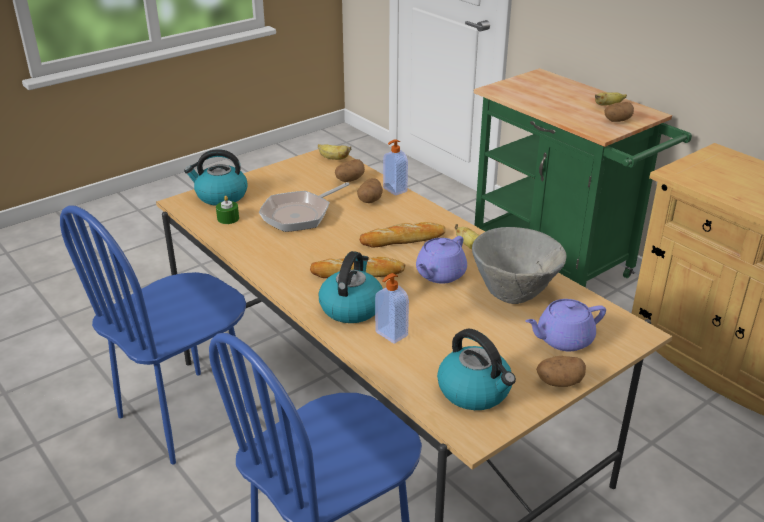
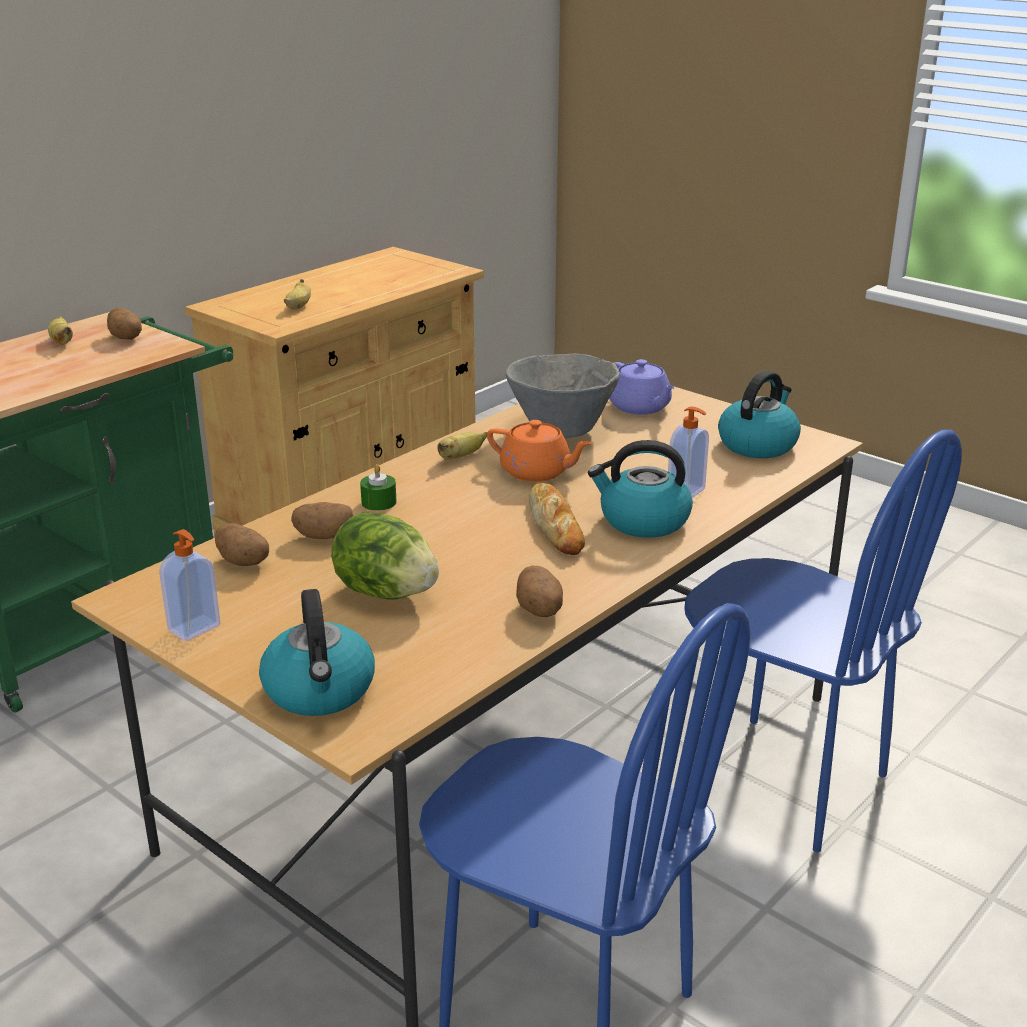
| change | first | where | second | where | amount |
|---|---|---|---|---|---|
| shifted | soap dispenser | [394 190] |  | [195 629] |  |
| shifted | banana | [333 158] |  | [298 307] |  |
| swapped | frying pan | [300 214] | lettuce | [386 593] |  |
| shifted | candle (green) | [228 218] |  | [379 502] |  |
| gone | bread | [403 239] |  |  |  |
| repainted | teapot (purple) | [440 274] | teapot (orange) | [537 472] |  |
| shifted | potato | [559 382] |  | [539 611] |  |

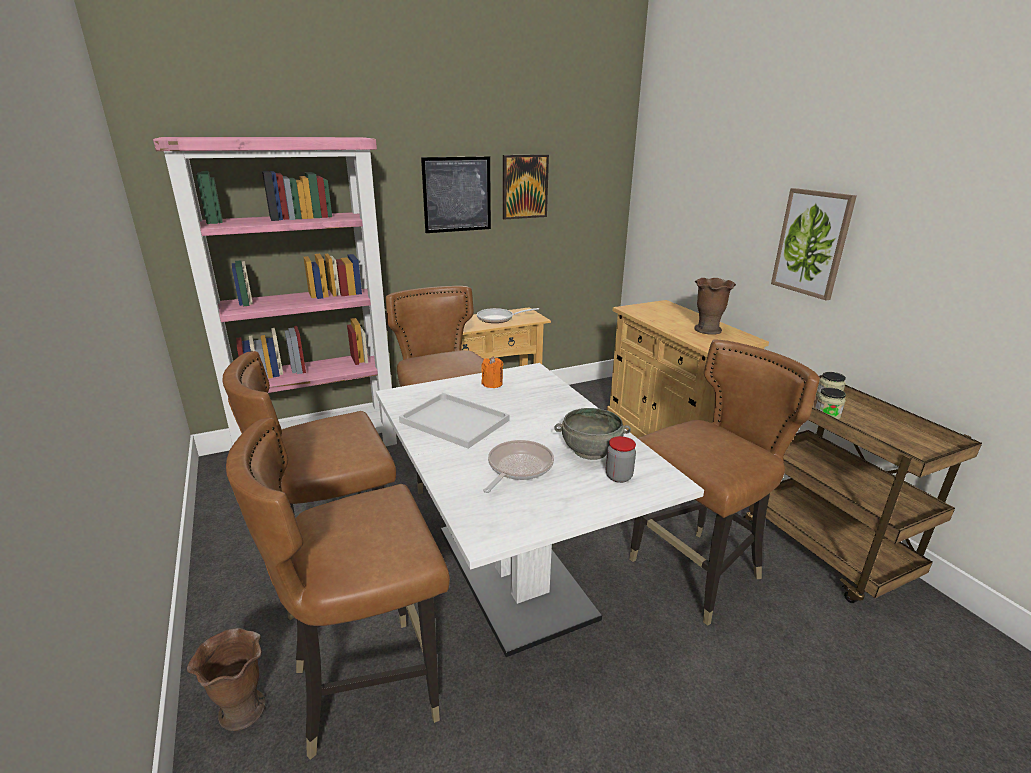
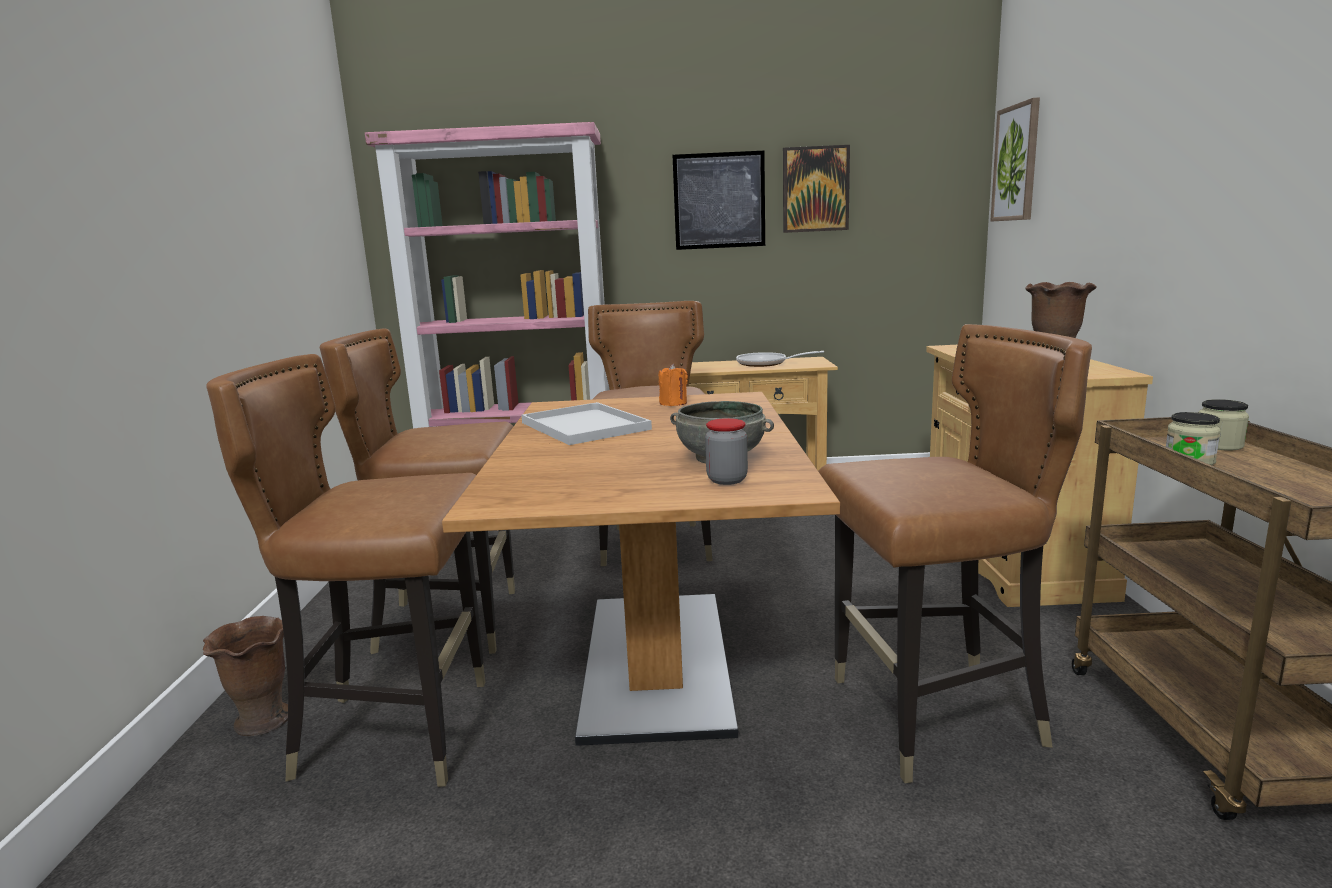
| change | first | where | second | where | amount |
|---|---|---|---|---|---|
| shifted | picture | [812 243] |  | [1016 163] |  |
| repainted | dining table (white) | [513 572] | dining table (brown) | [656 661] |  |
| gone | frying pan | [518 467] |  |  |  |

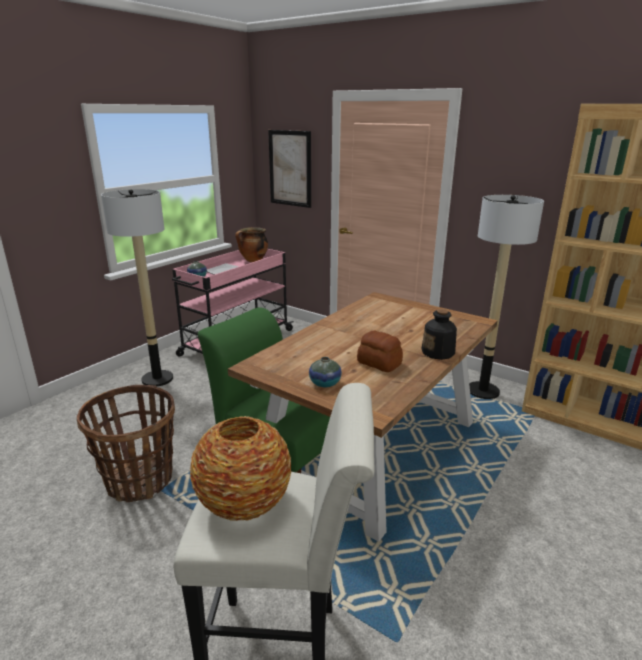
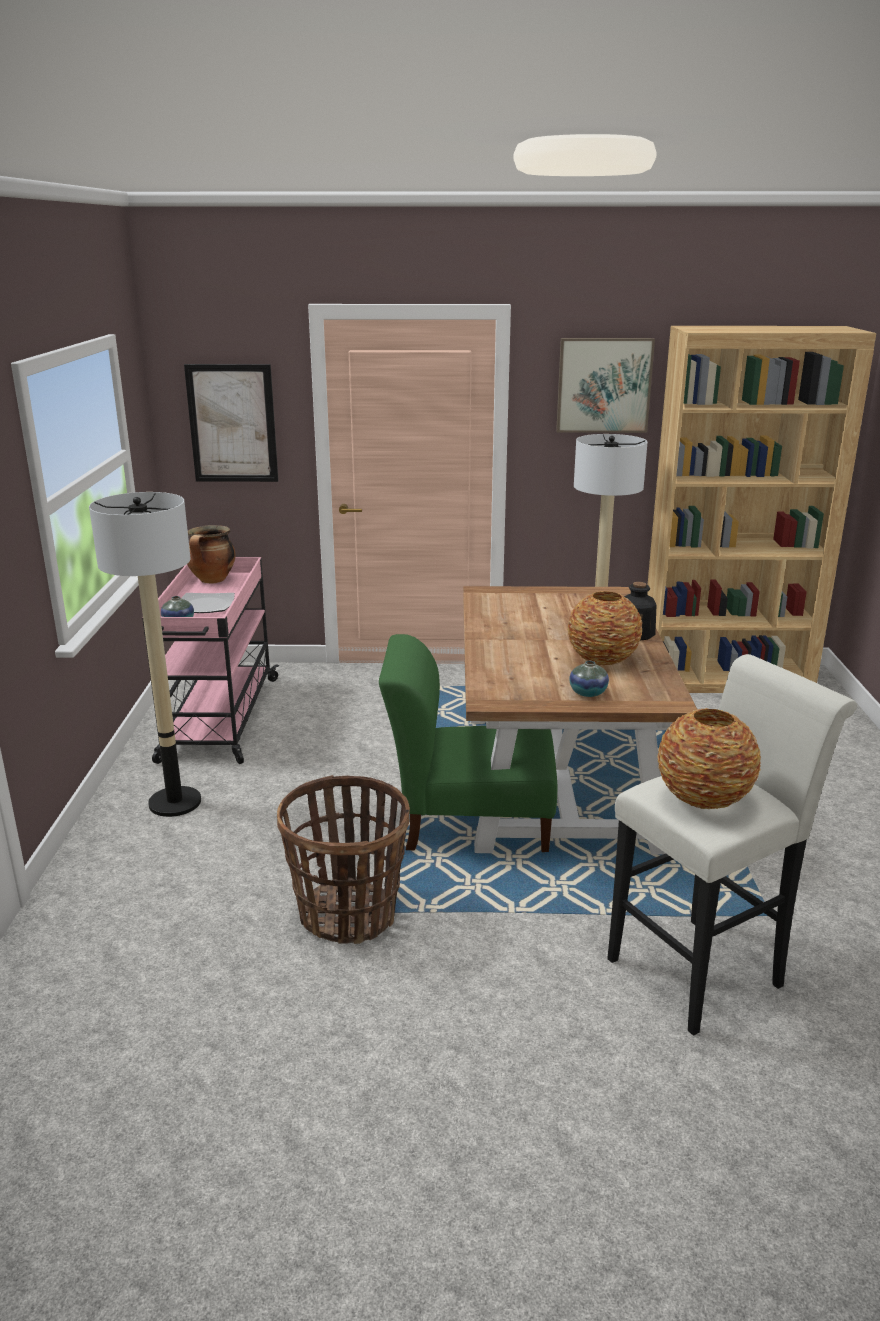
| change | first | where | second | where | amount |
|---|---|---|---|---|---|
| swapped | bread | [379 363] | vase | [603 660] |  |
| new |  |  | picture | [604 385] |  |

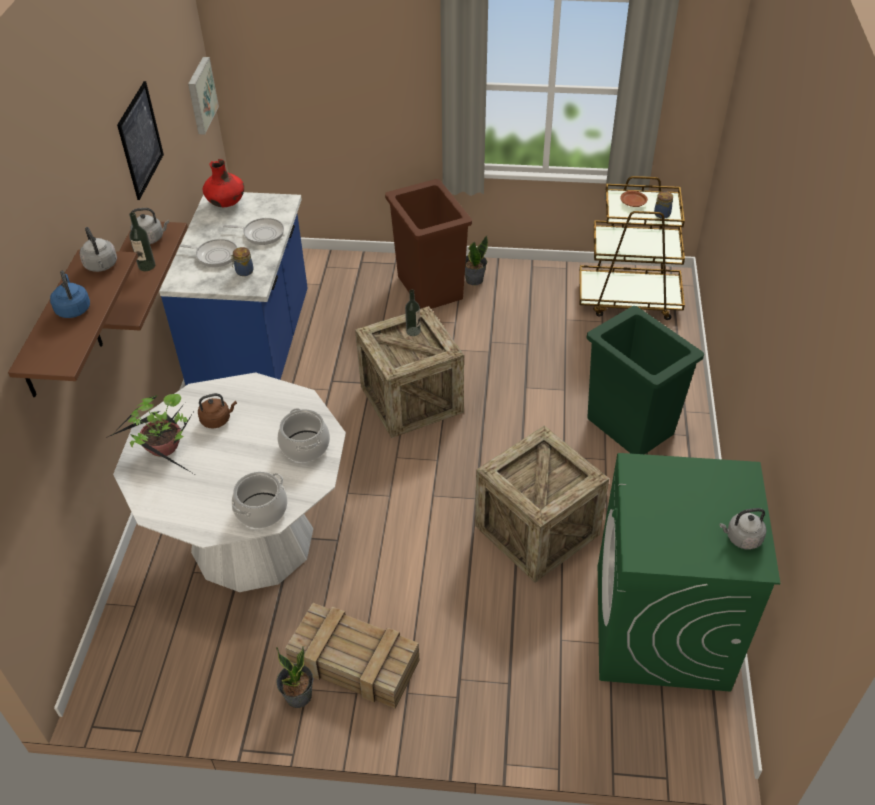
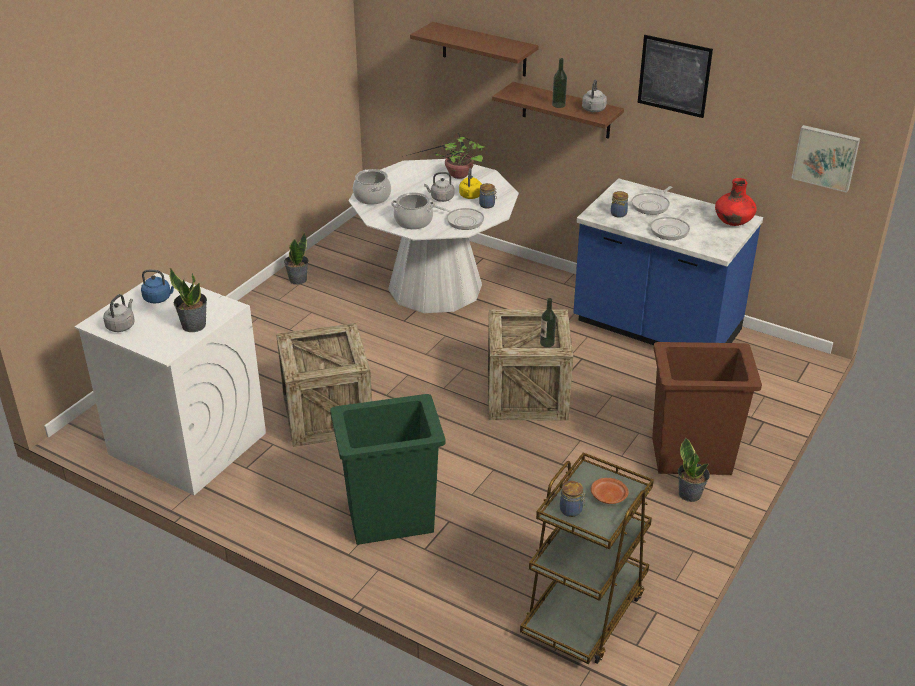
| change | first | where | second | where | amount |
|---|---|---|---|---|---|
| shifted | kettle (grey) | [101 266] |  | [441 198] |  |
| shifted | kettle (blue) | [73 308] |  | [159 298] |  |
| repainted | kettle (brown) | [217 420] | kettle (yellow) | [470 196] |  |
| repainted | washing machine (green) | [661 627] | washing machine (white) | [186 443] |  |
| gone | crate | [352 662] |  |  |  |
| new |  |  | jar | [487 205] |  |
| new |  |  | frying pan | [463 220] |  |
| new |  |  | potted plant | [194 325] |  |

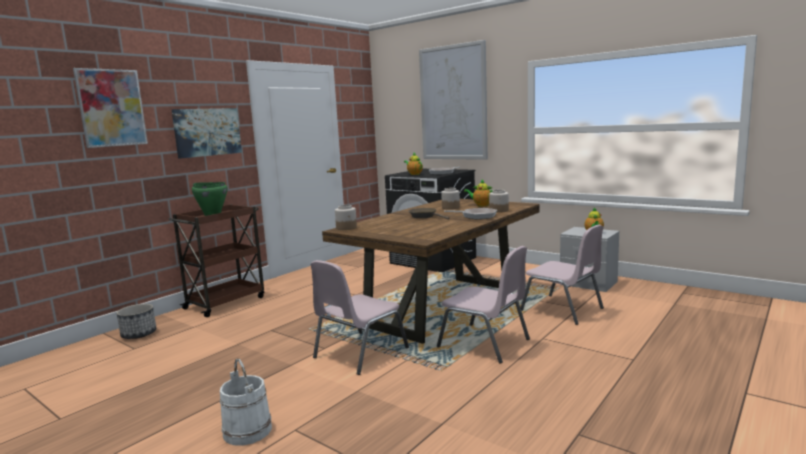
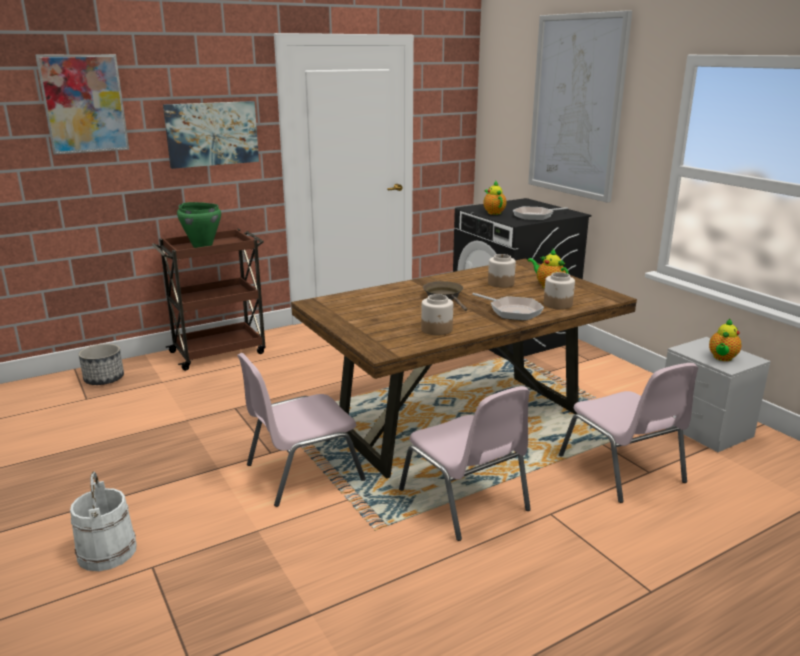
| change | first | where | second | where | amount |
|---|---|---|---|---|---|
| shifted | jar | [346 228] |  | [437 329] |  |

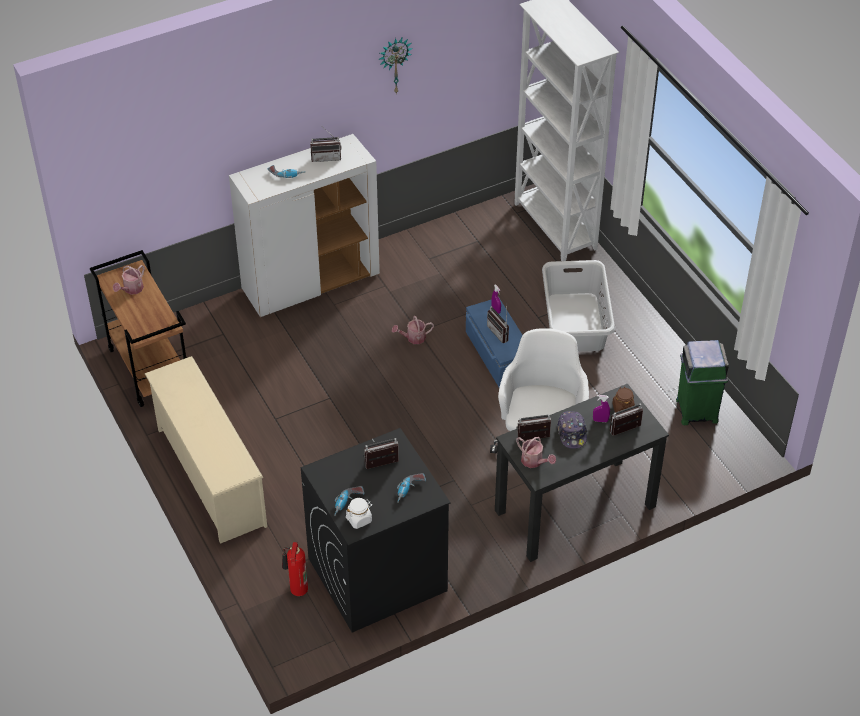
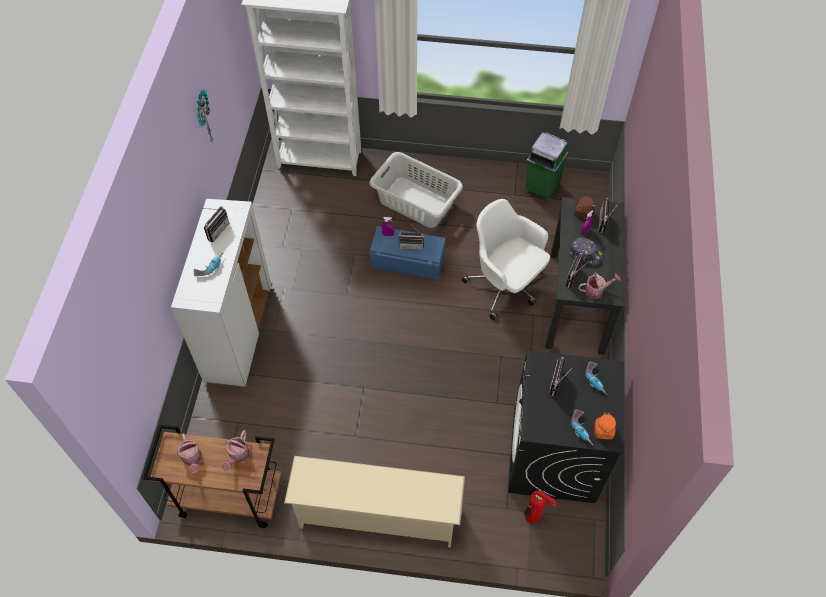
| change | first | where | second | where | amount |
|---|---|---|---|---|---|
| shifted | watering can | [413 338] |  | [238 456] |  |
| repainted | jar (white) | [359 519] | jar (orange) | [603 430] |  |

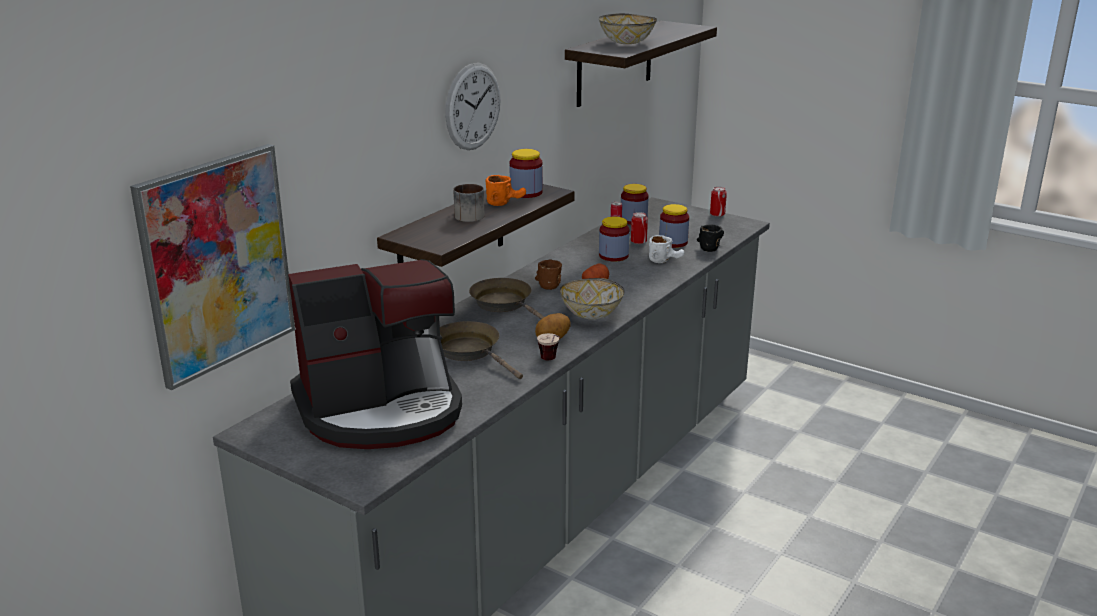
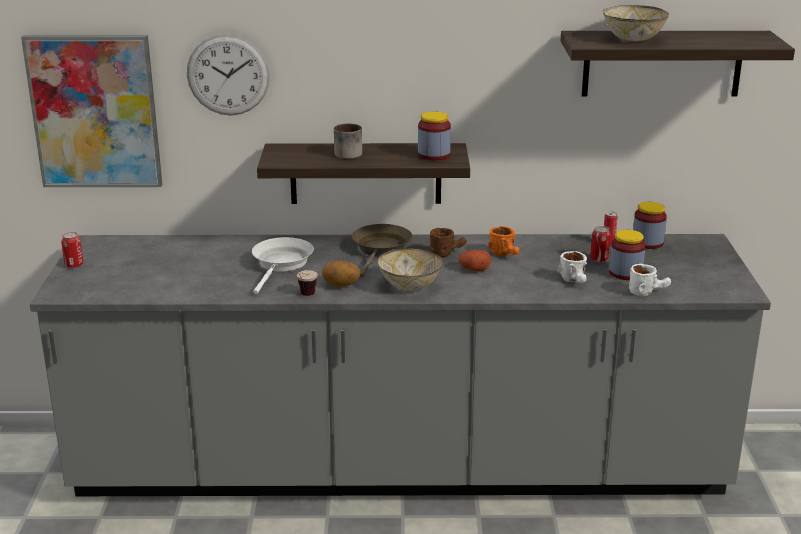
| change | first | where | second | where | amount |
|---|---|---|---|---|---|
| shifted | wall clock | [473 106] |  | [228 75] |  |
| shifted | mug (orange) | [506 202] |  | [506 255] |  |
| shifted | can | [717 214] |  | [74 265] |  |
| gone | jar | [613 256] |  |  |  |
| repainted | mug (black) | [711 246] | mug (white) | [648 292] |  |
| gone | coffee machine | [381 409] |  |  |  |
| repainted | frying pan (brown) | [470 351] | frying pan (white) | [281 264] |  |

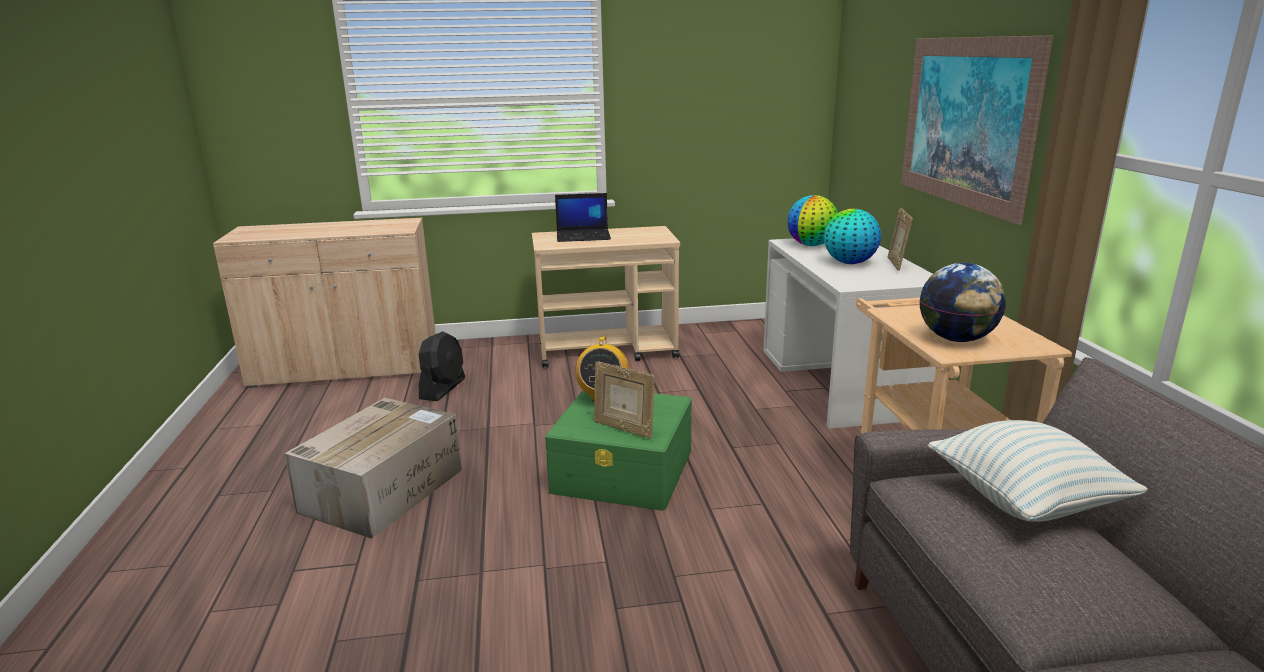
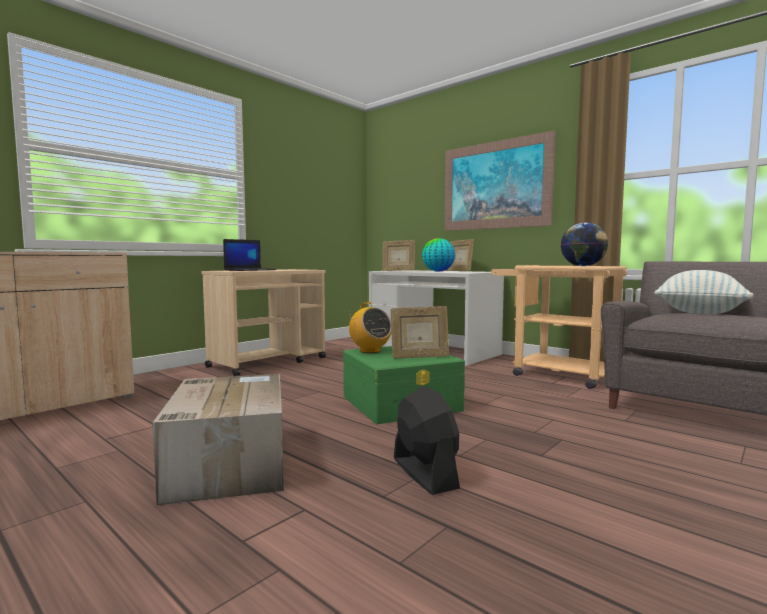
| change | first | where | second | where | amount |
|---|---|---|---|---|---|
| swapped | globe | [811 245] | picture frame | [398 270] |  |
| shifted | fan (black) | [443 388] |  | [424 473] |  |

